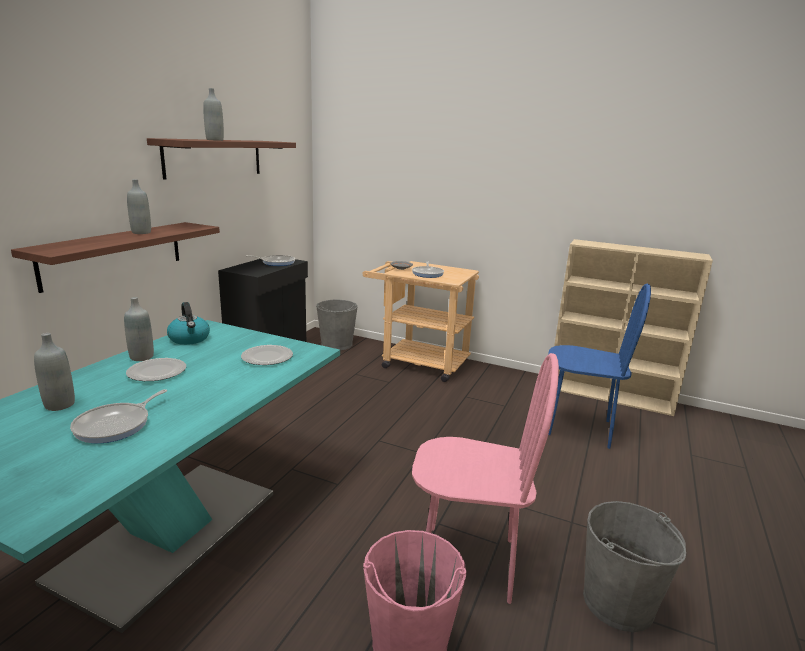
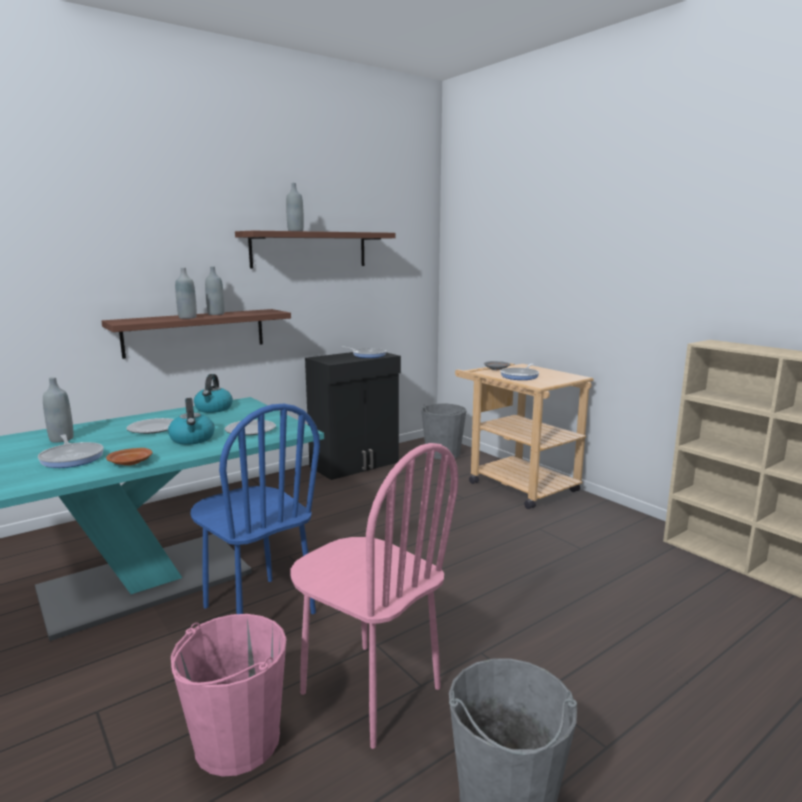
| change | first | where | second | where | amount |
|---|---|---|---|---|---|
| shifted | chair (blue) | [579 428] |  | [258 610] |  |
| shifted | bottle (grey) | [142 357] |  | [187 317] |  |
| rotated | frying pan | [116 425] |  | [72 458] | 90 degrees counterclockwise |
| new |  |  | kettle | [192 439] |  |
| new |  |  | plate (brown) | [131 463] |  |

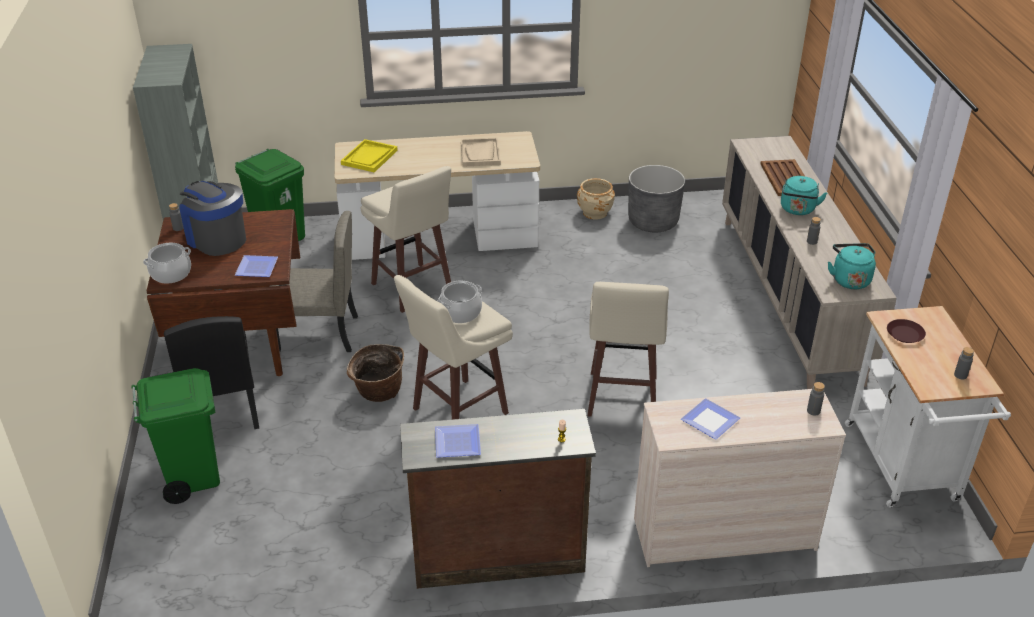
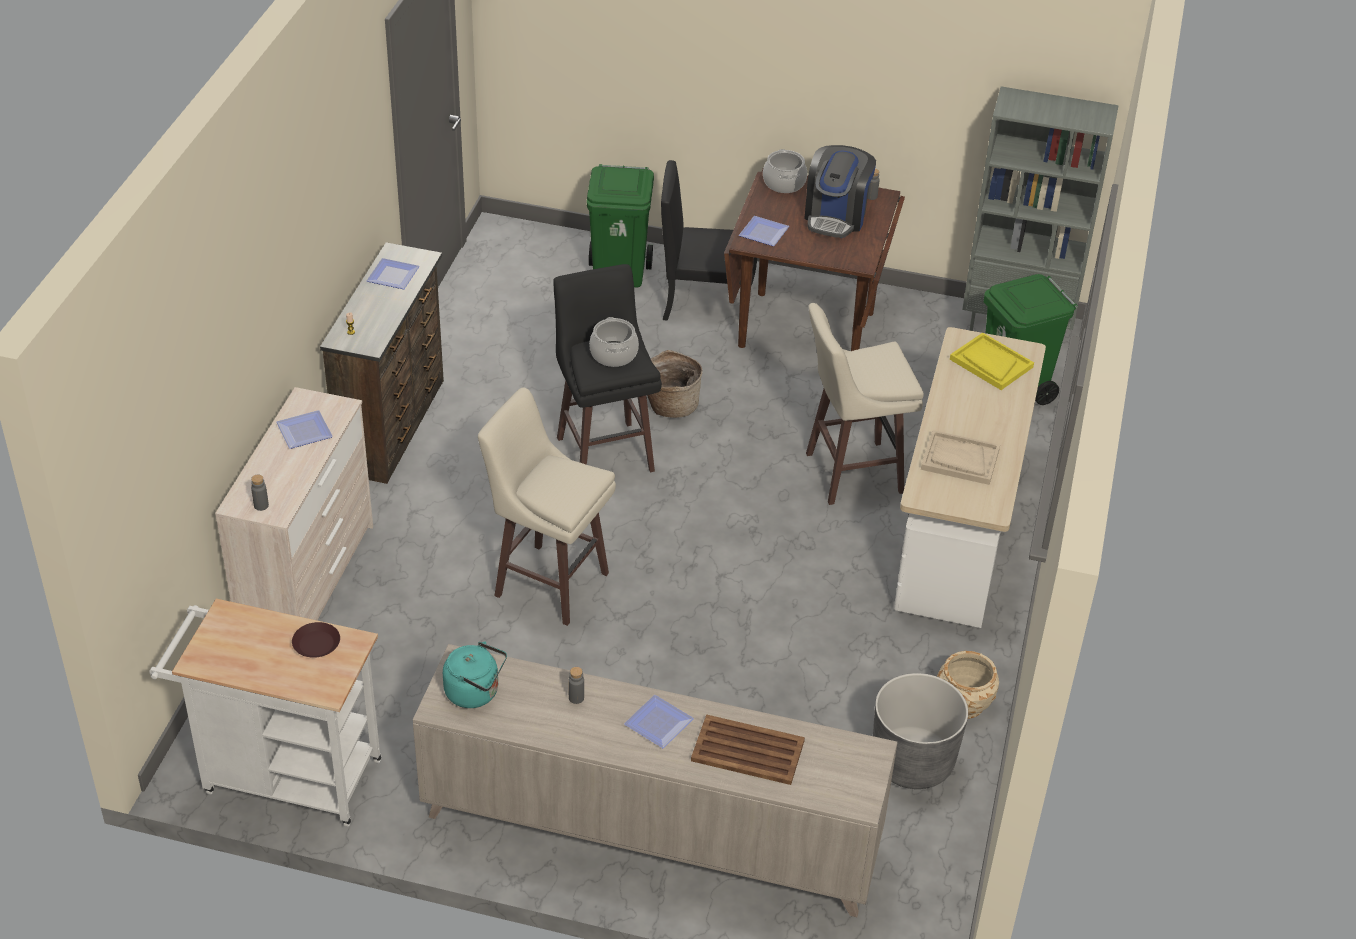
| change | first | where | second | where | amount |
|---|---|---|---|---|---|
| swapped | kettle (turquoise) | [797 210] | plate | [658 721] |  |
| rotated | coffee machine | [216 239] |  | [836 216] | 135 degrees clockwise |
| gone | chair (beige) | [317 334] |  |  |  |
| repainted | stool (beige) | [457 412] | stool (black) | [605 452] |  |
| gone | bottle (grey) | [960 375] |  |  |  |

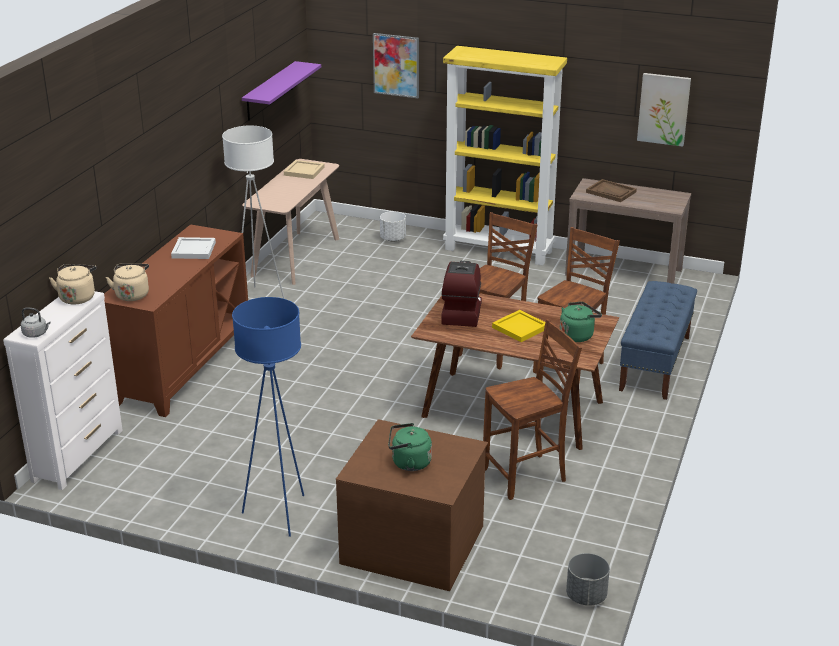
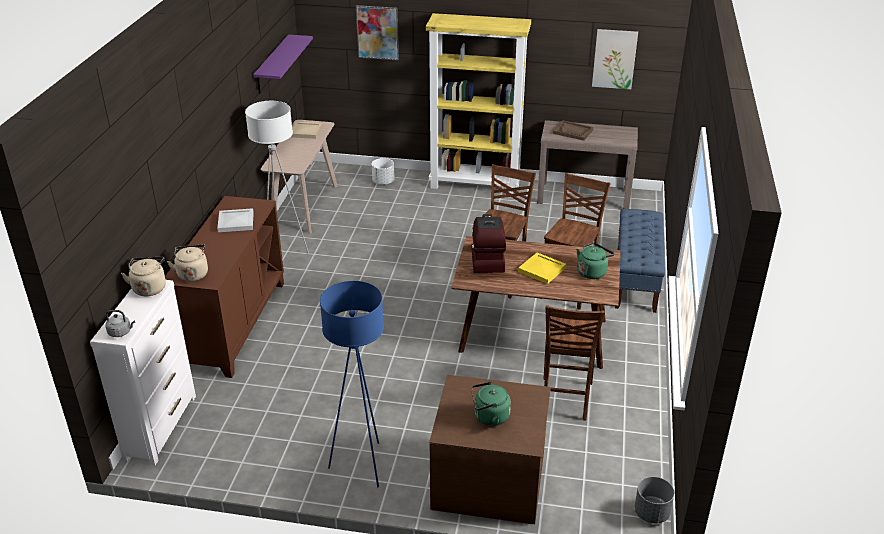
| change | first | where | second | where | amount |
|---|---|---|---|---|---|
| rotated | chair (brown) | [526 476] |  | [565 400] | 135 degrees clockwise |

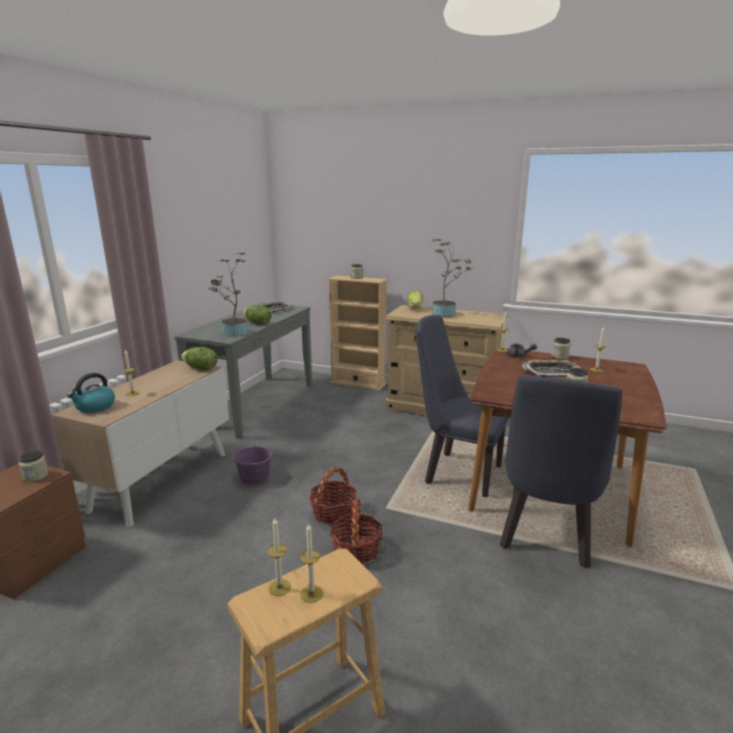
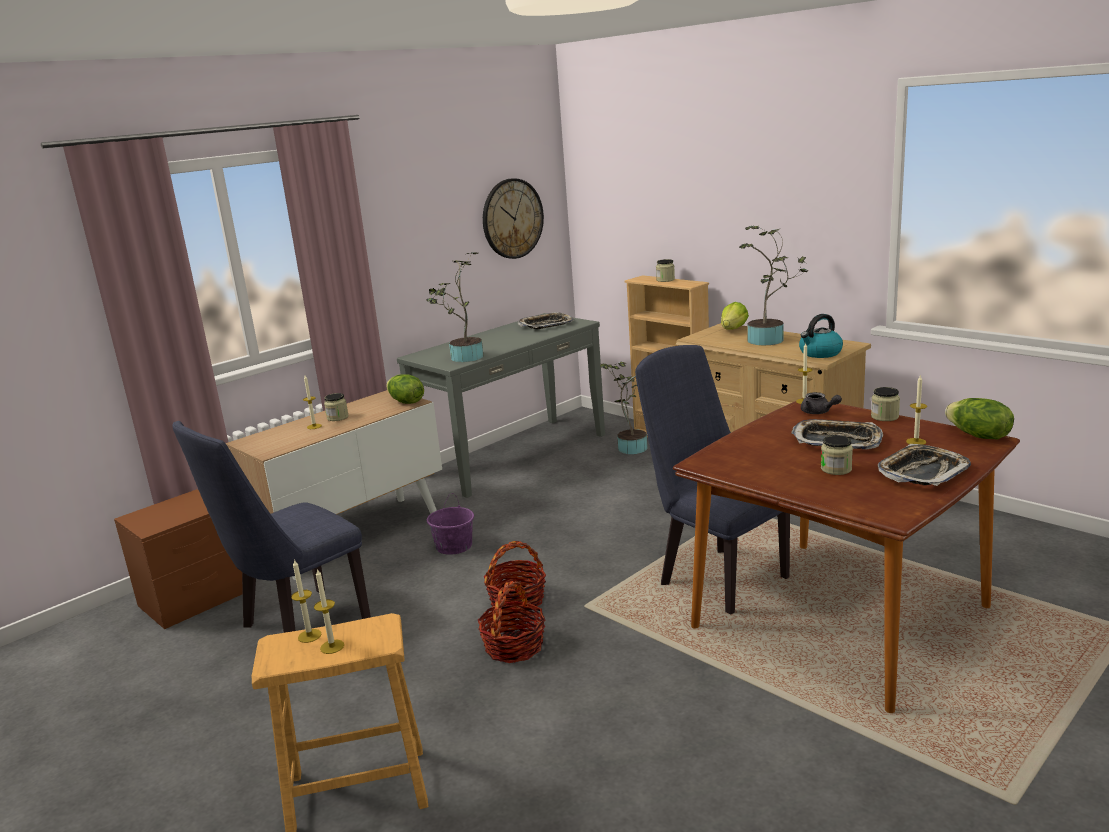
| change | first | where | second | where | amount |
|---|---|---|---|---|---|
| shifted | lettuce | [257 323] |  | [978 436] |  |
| shifted | kettle | [95 407] |  | [820 353] |  |
| shifted | chair (blue) | [545 540] |  | [297 628] |  |
| shifted | jar | [35 476] |  | [337 417] |  |
| new |  |  | wall clock | [512 218] |  |
| new |  |  | potted plant | [631 447] |  |
| new |  |  | tray | [922 472] |  |

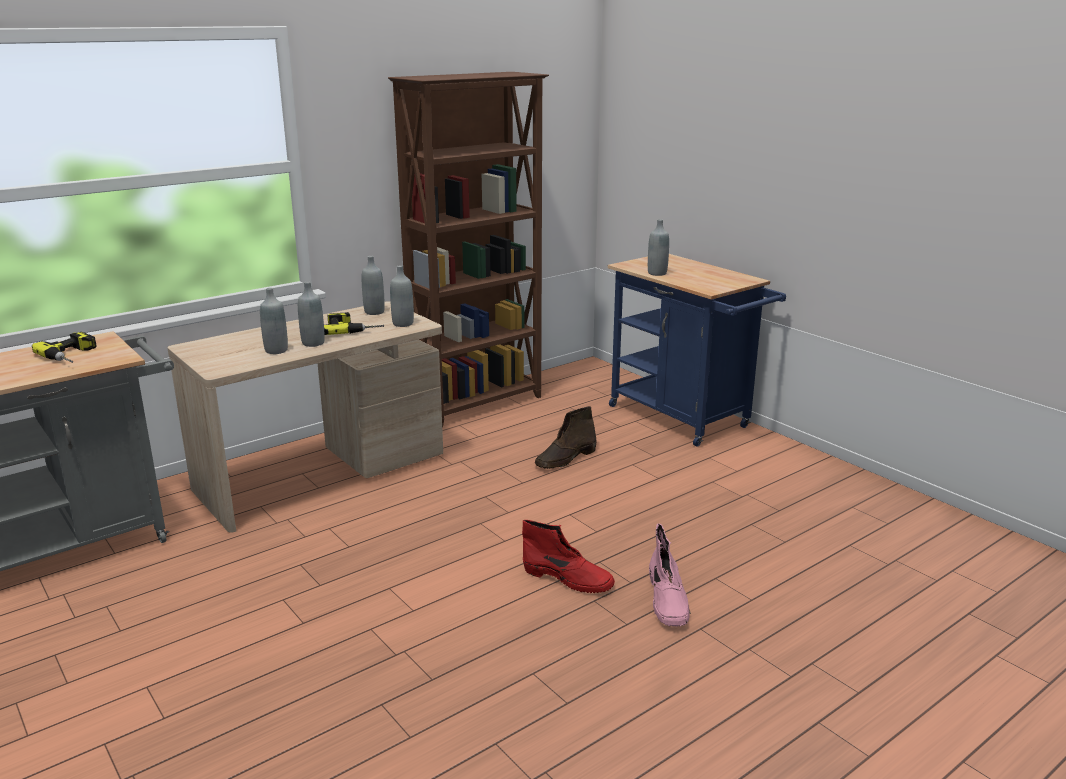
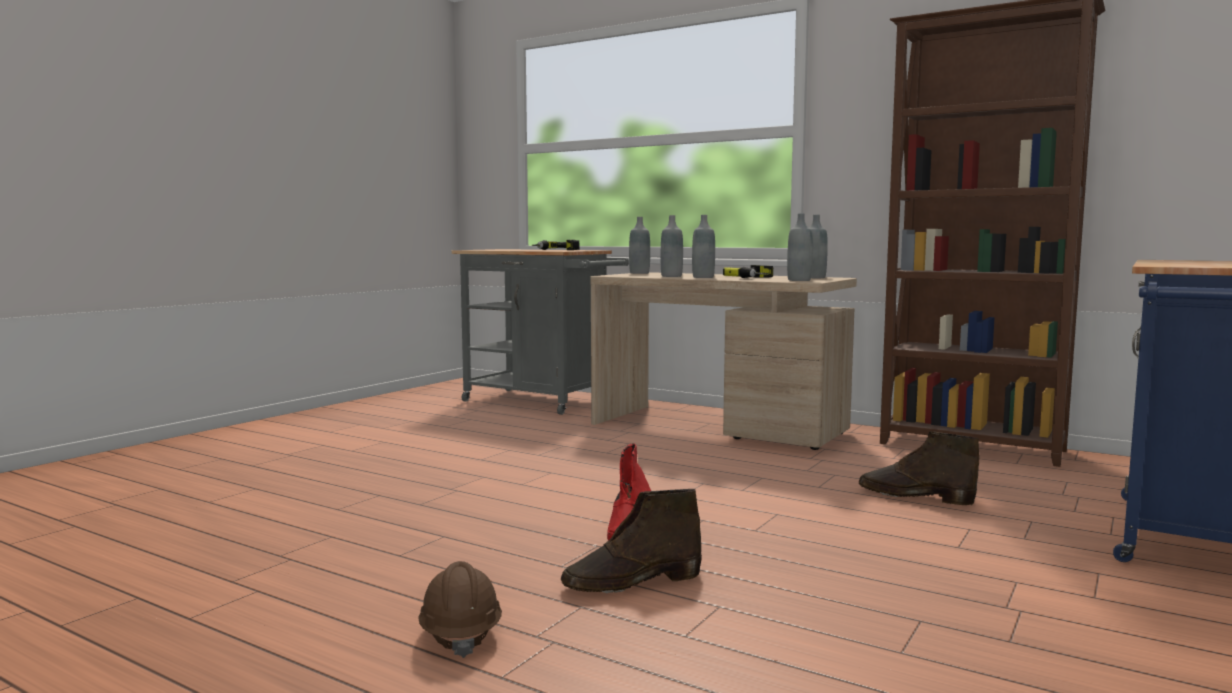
| change | first | where | second | where | amount |
|---|---|---|---|---|---|
| shifted | bottle (grey) | [657 273] |  | [639 273] |  |
| repainted | boot (pink) | [668 601] | boot (brown) | [631 582] |  |
| new |  |  | hard hat (brown) | [460 635] |  |

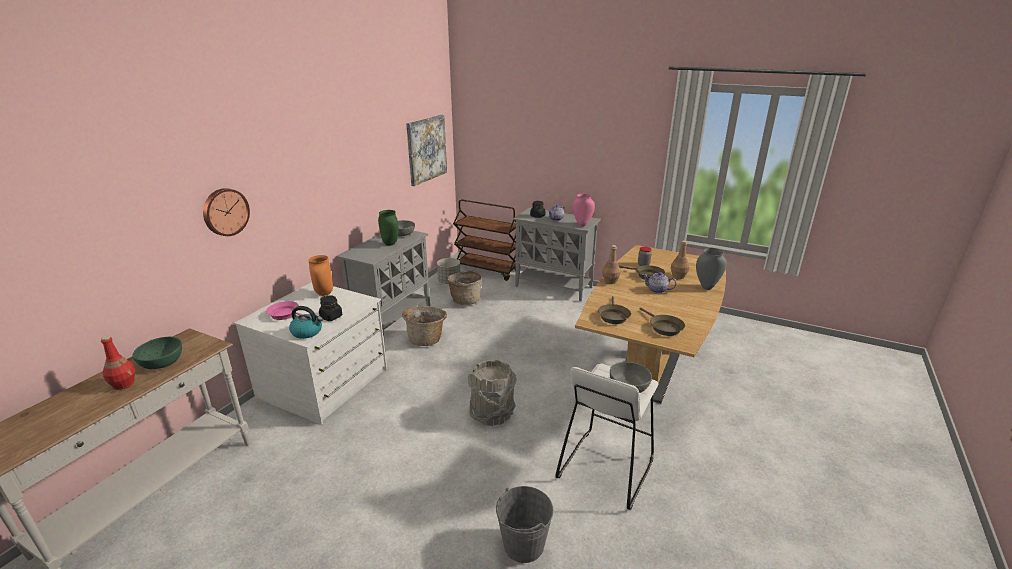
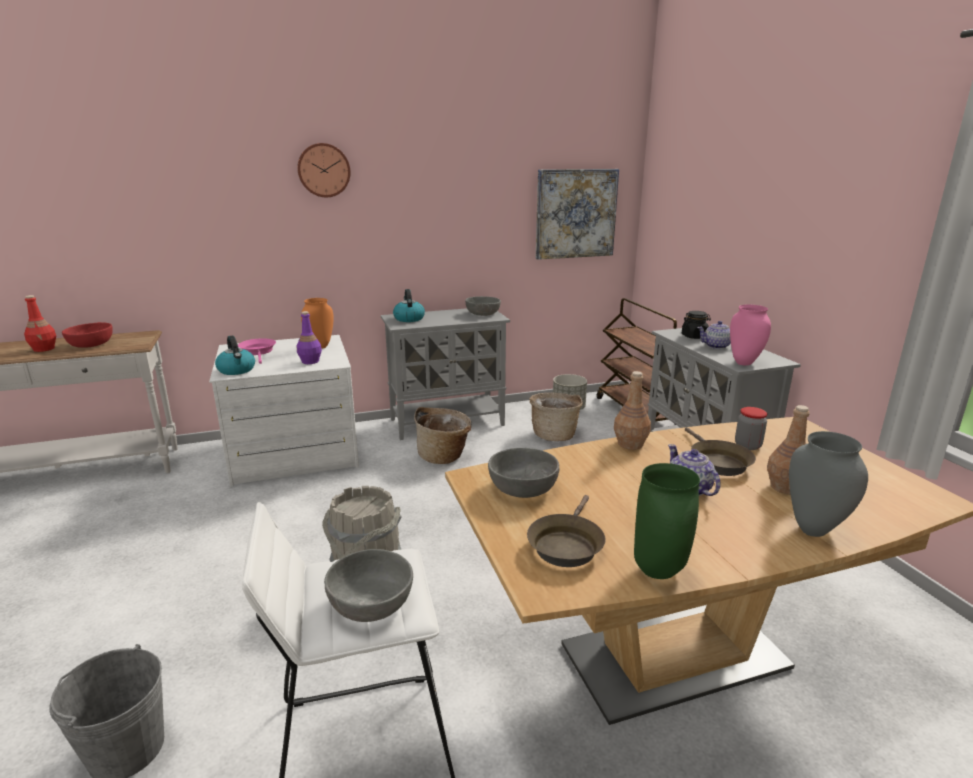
| change | first | where | second | where | amount |
|---|---|---|---|---|---|
| shifted | wall clock | [225 212] |  | [323 170] |  |
| shifted | vase (green) | [390 244] |  | [657 571] |  |
| gone | jar (black) | [331 317] |  |  |  |
| swapped | frying pan (brown) | [613 316] | bowl (grey) | [522 487] |  |
| repainted | bowl (green) | [162 362] | bowl (red) | [91 344] |  |
| new |  |  | kettle | [409 318] |  |
| new |  |  | bottle (purple) | [310 361] |  |

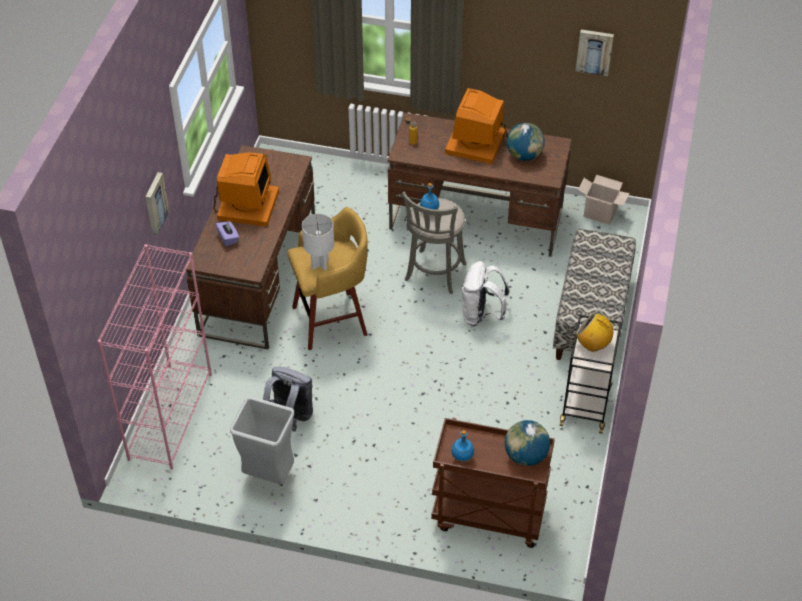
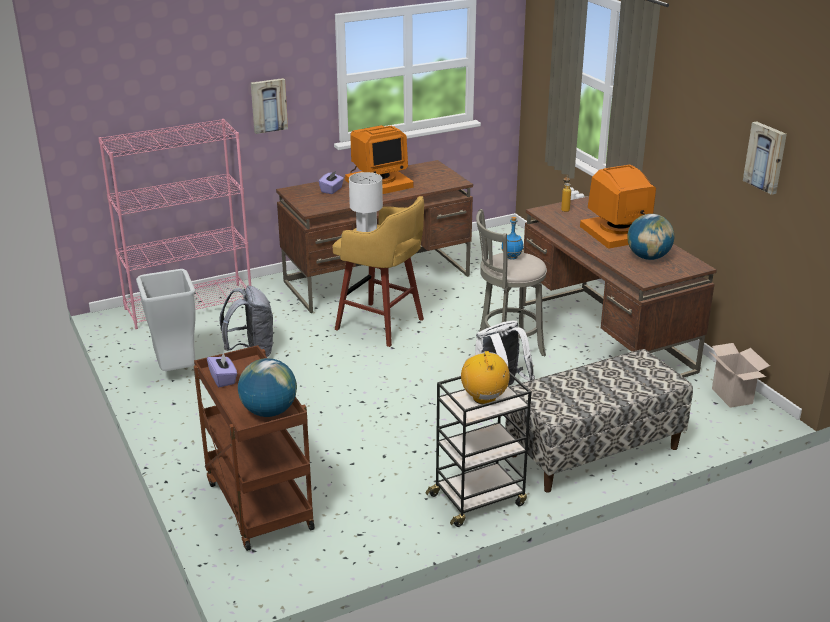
| change | first | where | second | where | amount |
|---|---|---|---|---|---|
| swapped | bottle (blue) | [462 458] | tissue box (purple) | [223 379] |  |

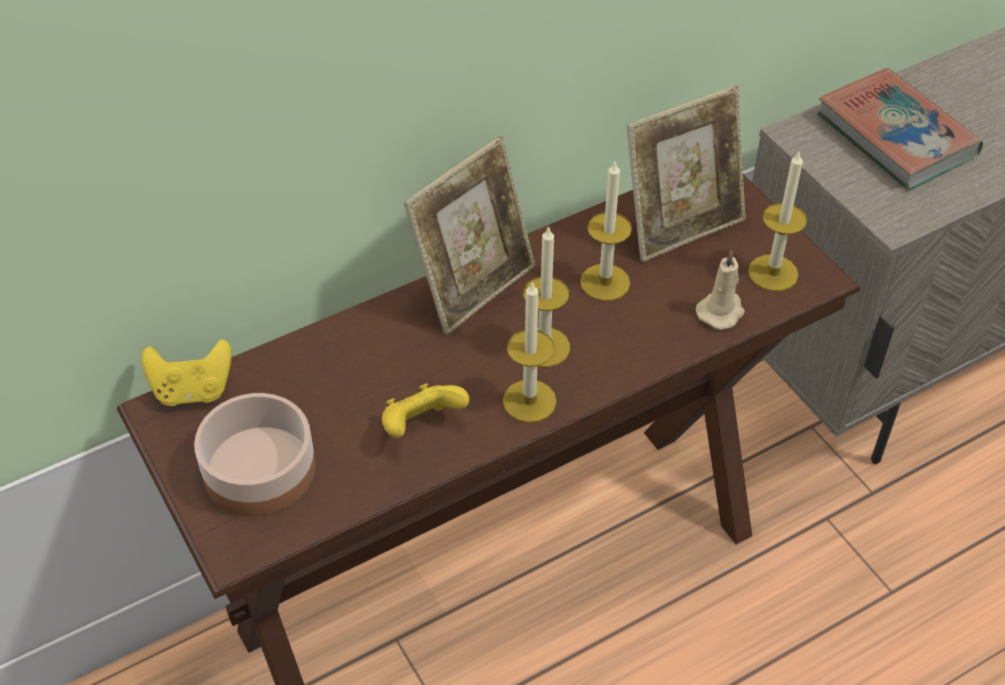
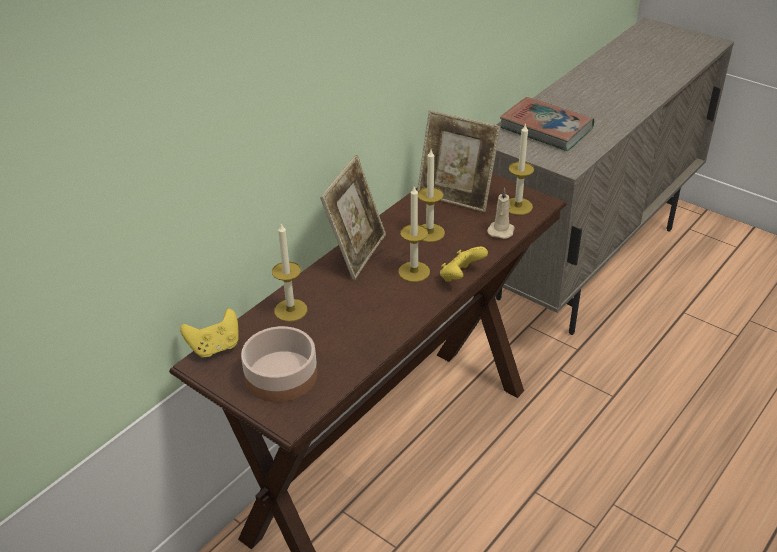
| change | first | where | second | where | amount |
|---|---|---|---|---|---|
| rotated | picture frame | [681 226] |  | [456 196] | 75 degrees clockwise |
| shifted | candle | [529 401] |  | [290 310] |  |
| shifted | game controller (yellow) | [421 426] |  | [461 277] |  |

